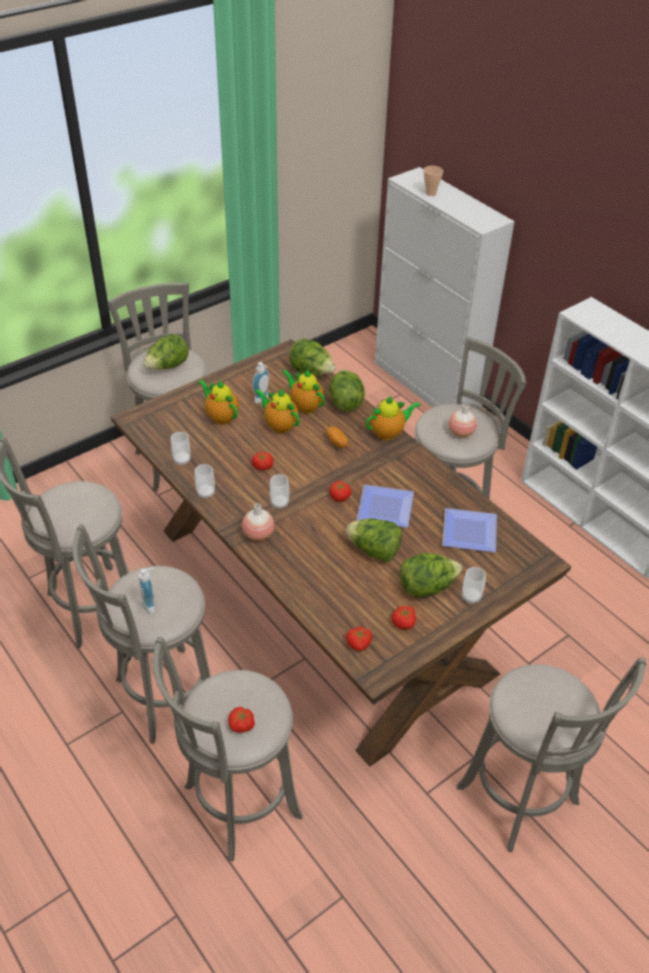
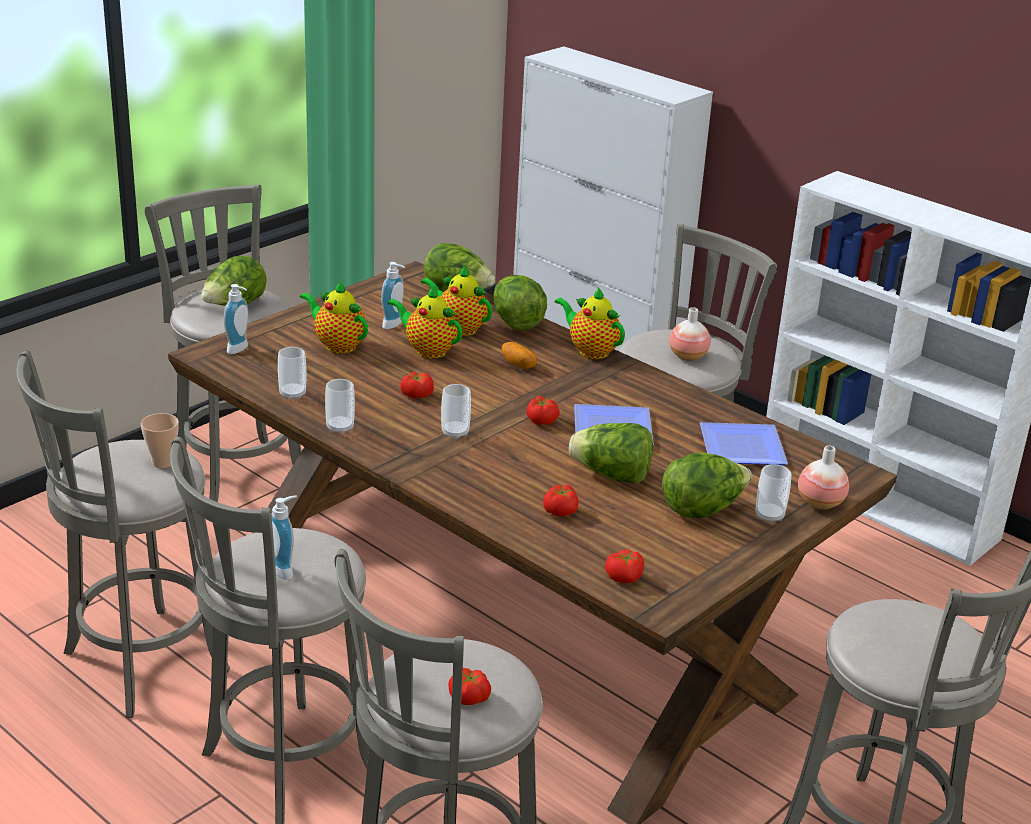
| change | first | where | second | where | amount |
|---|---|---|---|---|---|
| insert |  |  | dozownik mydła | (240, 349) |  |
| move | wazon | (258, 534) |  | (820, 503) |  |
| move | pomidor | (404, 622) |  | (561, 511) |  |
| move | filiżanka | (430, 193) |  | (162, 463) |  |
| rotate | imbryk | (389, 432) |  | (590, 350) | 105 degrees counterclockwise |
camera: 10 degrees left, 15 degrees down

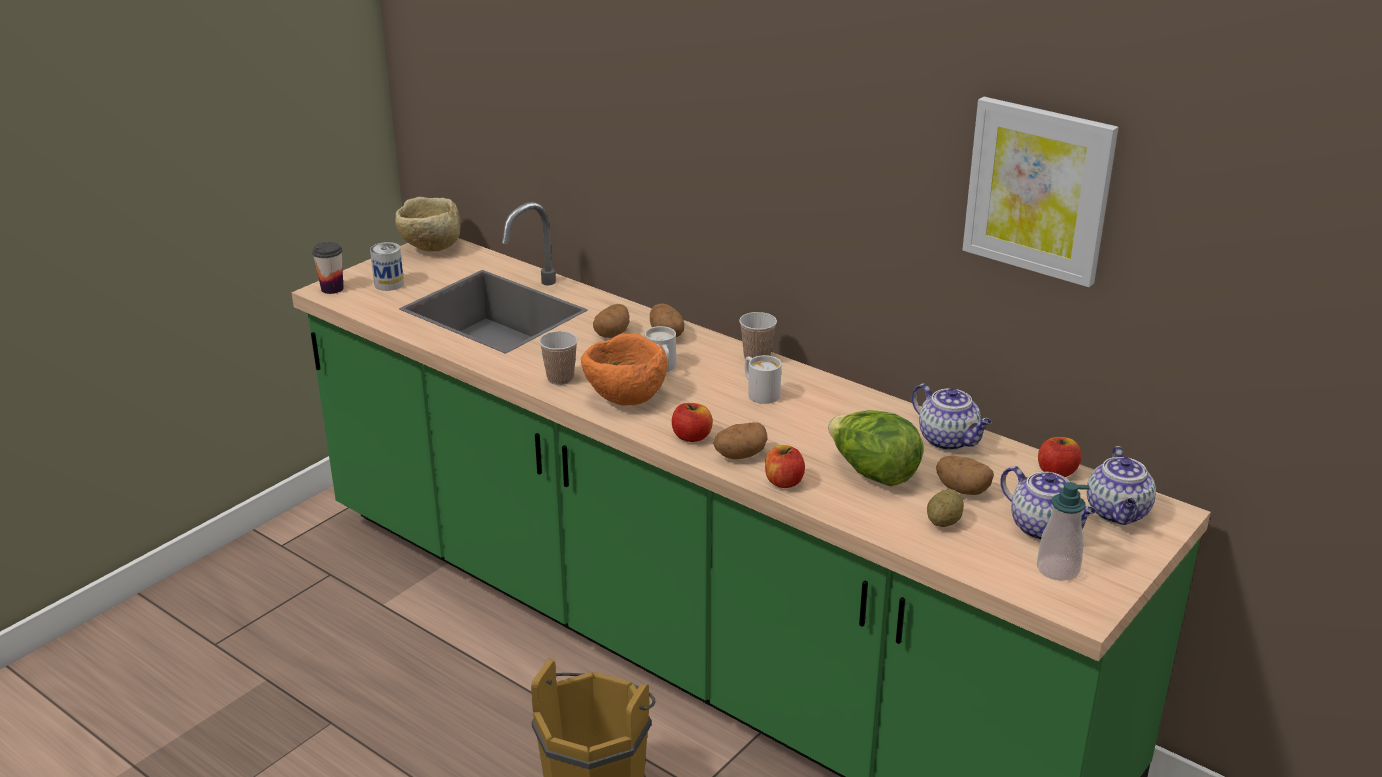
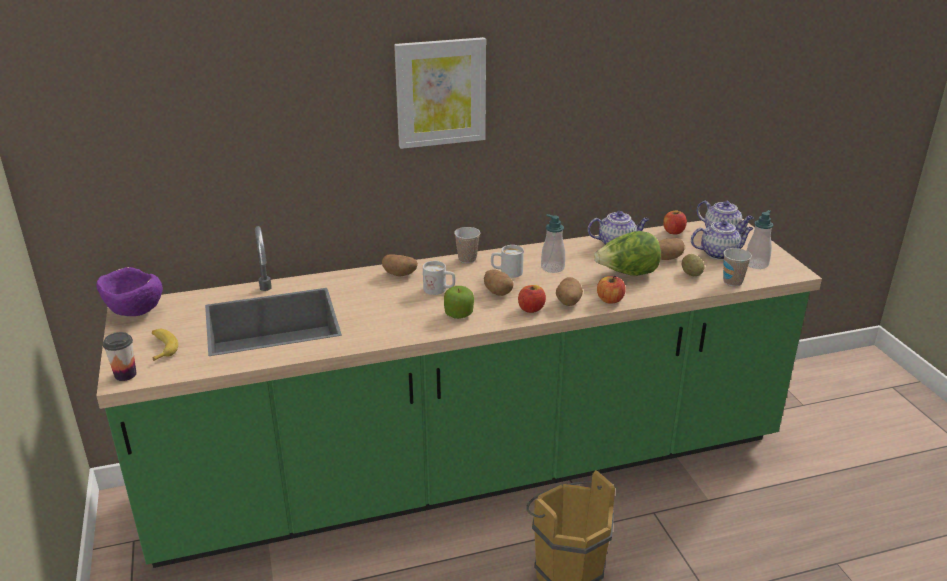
| change | first | where | second | where | amount |
|---|---|---|---|---|---|
| insert |  |  | dozownik mydła | (552, 268) |  |
| move | filiżanka | (560, 378) |  | (732, 282) |  |
| move | ziemniak | (612, 333) |  | (497, 292) |  |
| move | obraz | (1039, 190) |  | (440, 92) |  |
| replace | puszka | (389, 284) | banan | (161, 348) |  |
| replace | miska/pomarańczowy | (625, 398) | jabłko | (459, 314) |  |
| recolor | miska/beżowy | (431, 248) | miska/fioletowy | (134, 313) |  |
camera: 55 degrees left, 0 degrees up

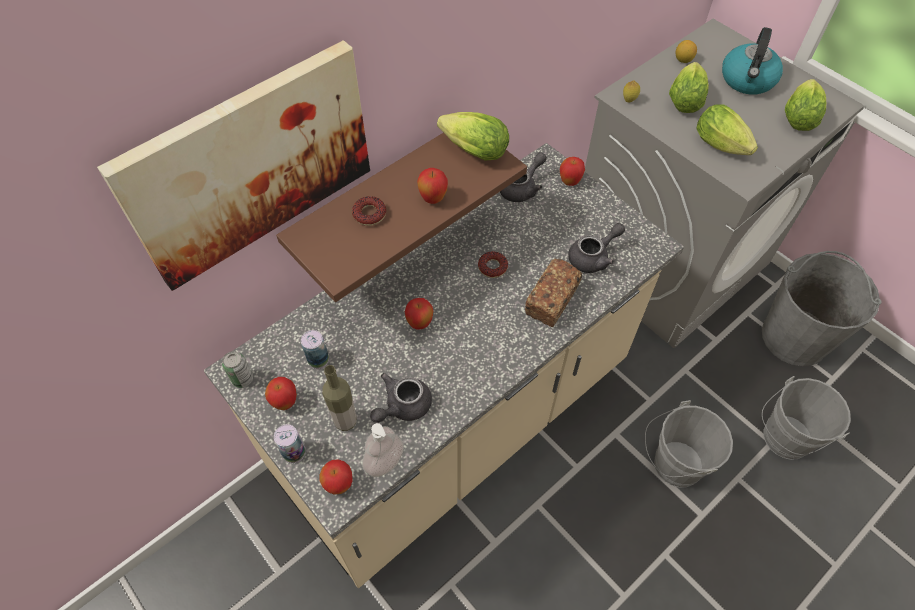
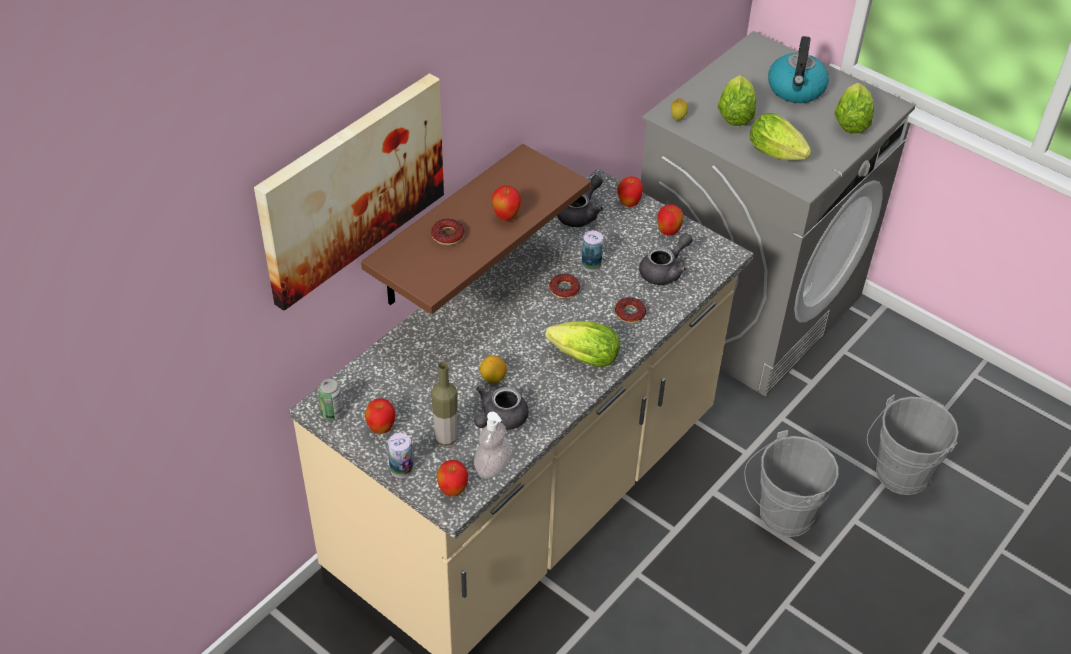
| change | first | where | second | where | amount |
|---|---|---|---|---|---|
| delete | wiadro/szary | (795, 337) |  |  |  |
| move | puszka | (318, 360) |  | (591, 265) |  |
| move | jabłko | (419, 323) |  | (668, 232) |  |
| move | sałata | (471, 150) |  | (580, 357) |  |
| move | cytryna | (683, 60) |  | (493, 378) |  |
| replace | chleb | (552, 300) | donut | (630, 313) |  |
camera: 10 degrees left, 10 degrees down

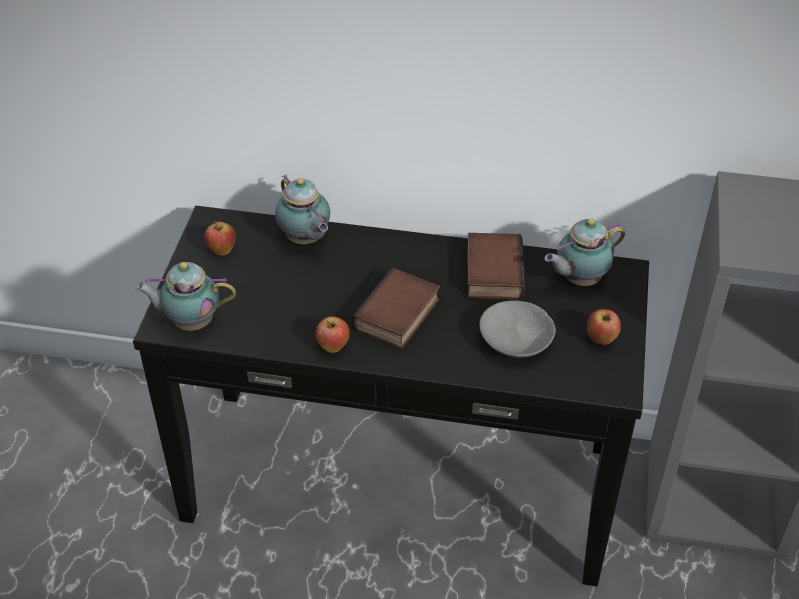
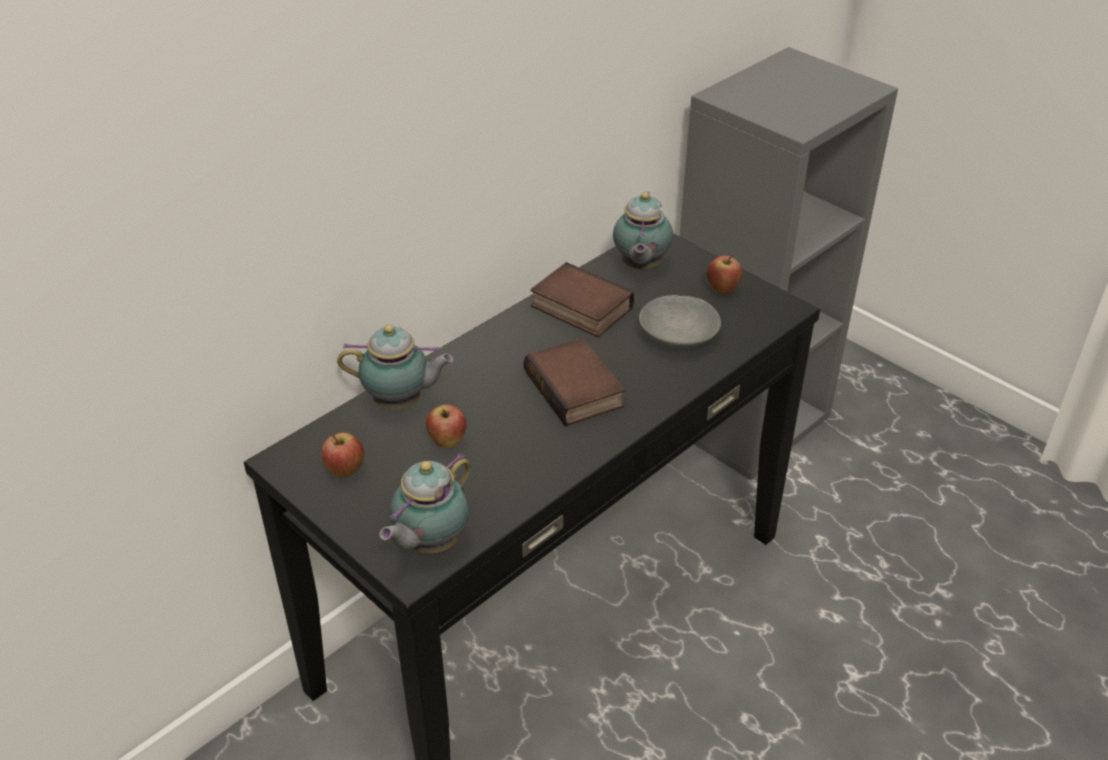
| change | first | where | second | where | amount |
|---|---|---|---|---|---|
| move | jabłko | (333, 347) |  | (447, 442) |  |
camera: 55 degrees left, 5 degrees down

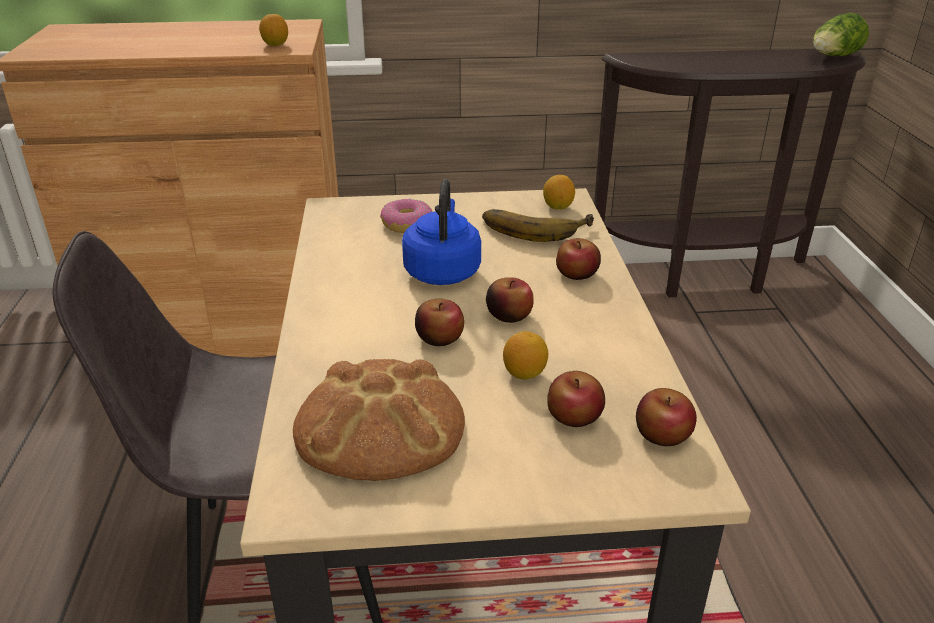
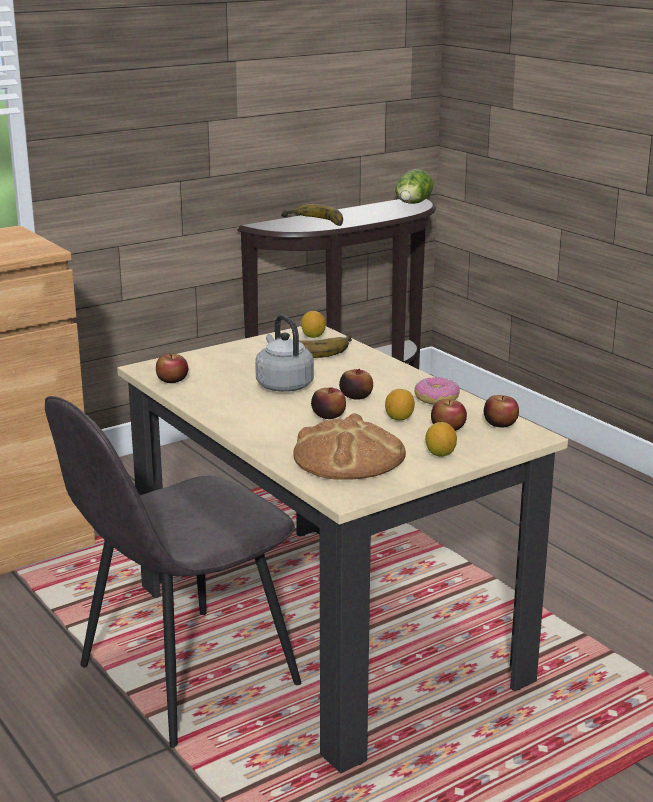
| change | first | where | second | where | amount |
|---|---|---|---|---|---|
| insert |  |  | banan | (314, 222) |  |
| move | cytryna | (275, 45) |  | (440, 454) |  |
| move | donut | (407, 225) |  | (436, 399) |  |
| move | jabłko | (577, 274) |  | (172, 380) |  |
| recolor | czajnik/niebieski | (442, 271) | czajnik/szary | (283, 385) |  |
camera: 30 degrees left, 10 degrees down

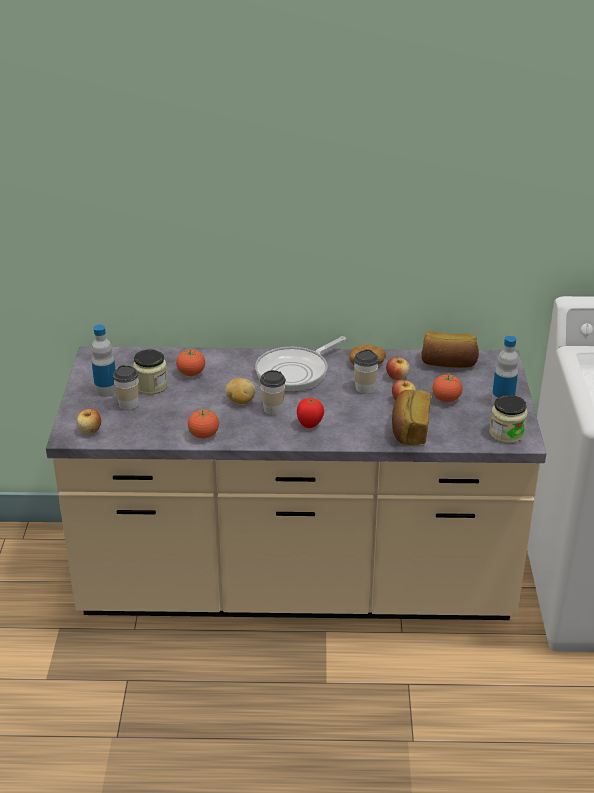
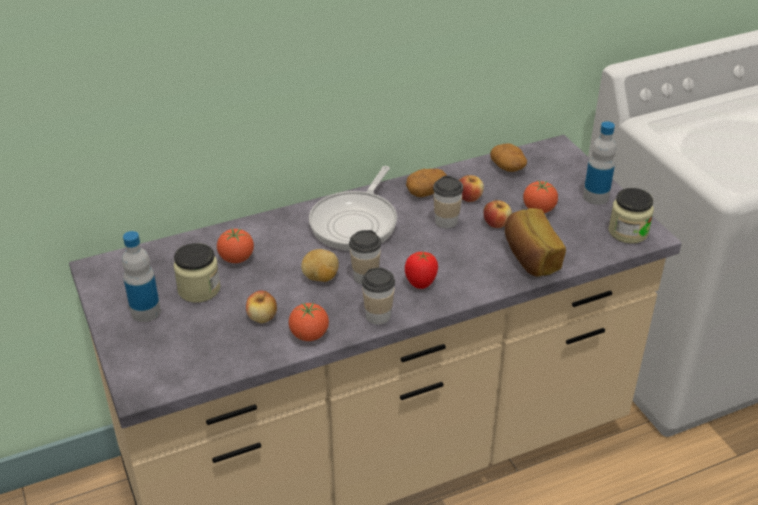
| change | first | where | second | where | amount |
|---|---|---|---|---|---|
| move | jabłko | (90, 430) |  | (262, 317) |  |
| move | filiżanka | (128, 404) |  | (378, 316) |  |
| replace | chleb | (448, 363) | ziemniak | (508, 167) |  |
camera: 25 degrees left, 5 degrees up

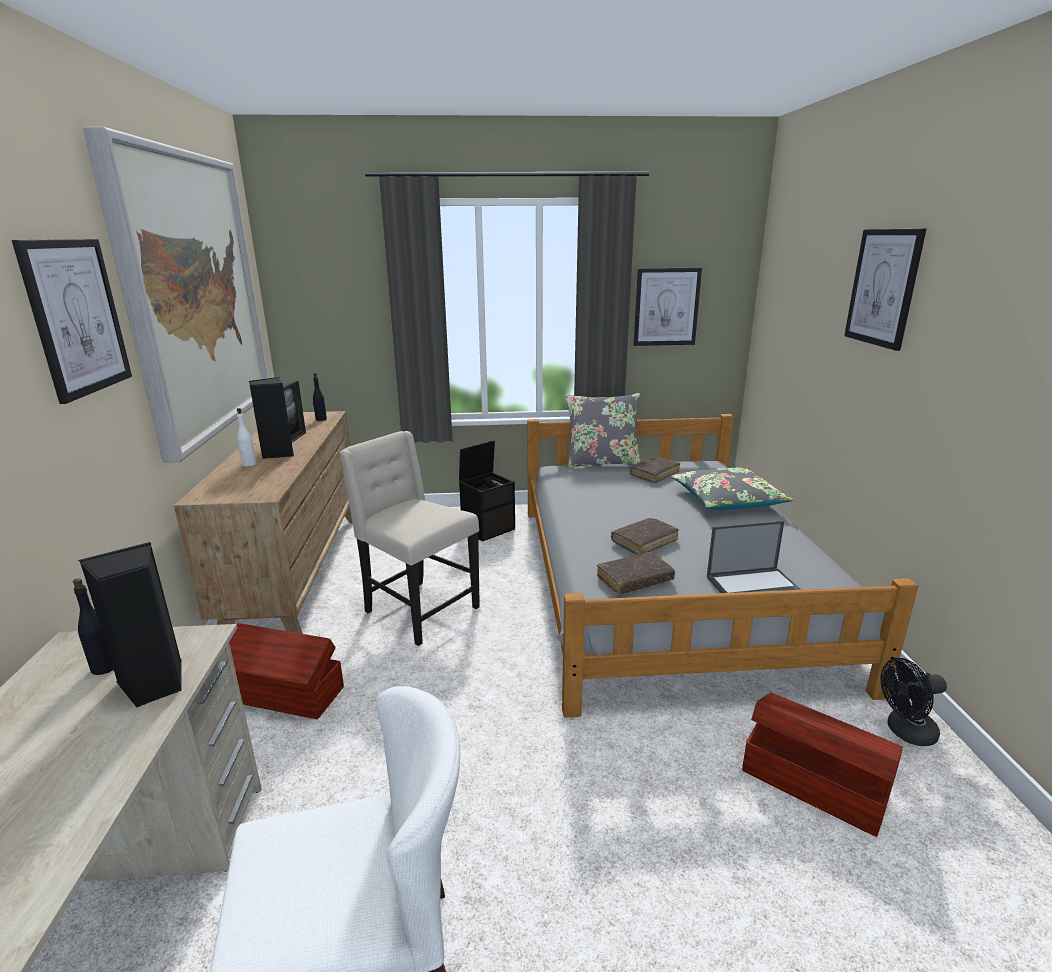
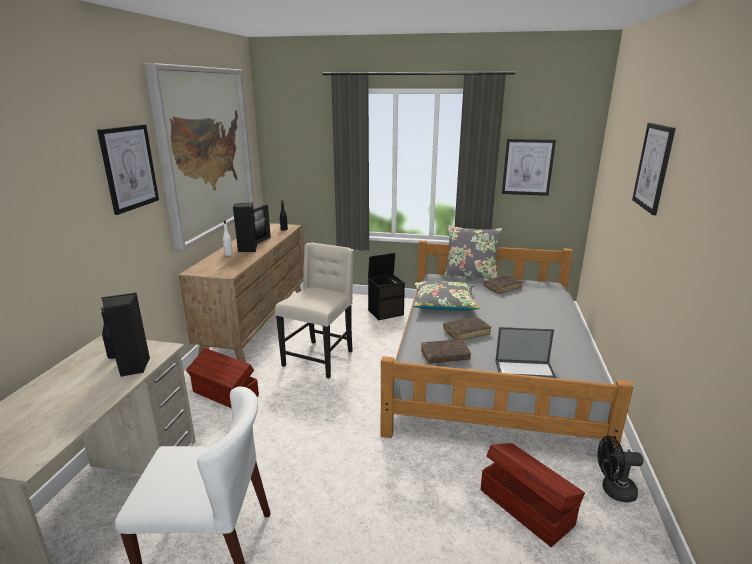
| change | first | where | second | where | amount |
|---|---|---|---|---|---|
| move | poduszka/szary | (727, 500) |  | (444, 304) |  |
| rotate | krzesło/beżowy | (418, 610) |  | (320, 358) | 60 degrees clockwise |
camera: 15 degrees right, 0 degrees up

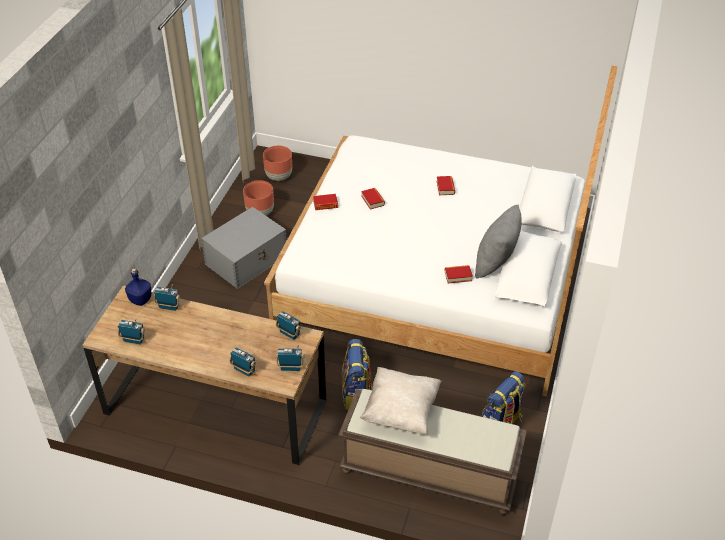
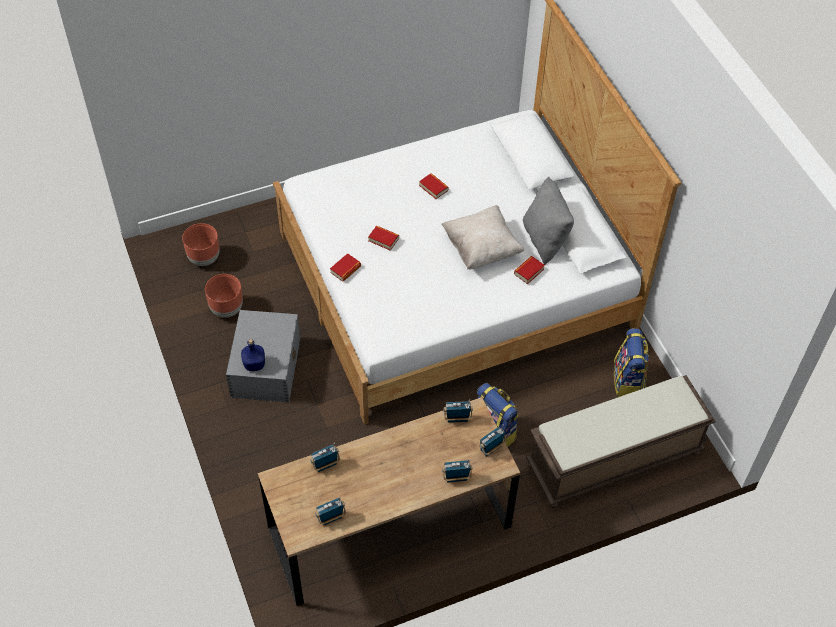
| change | first | where | second | where | amount |
|---|---|---|---|---|---|
| move | butelka/niebieski | (140, 300) |  | (254, 365) |  |
| move | poduszka/beżowy | (401, 411) |  | (481, 248) |  |
camera: 40 degrees left, 10 degrees up

